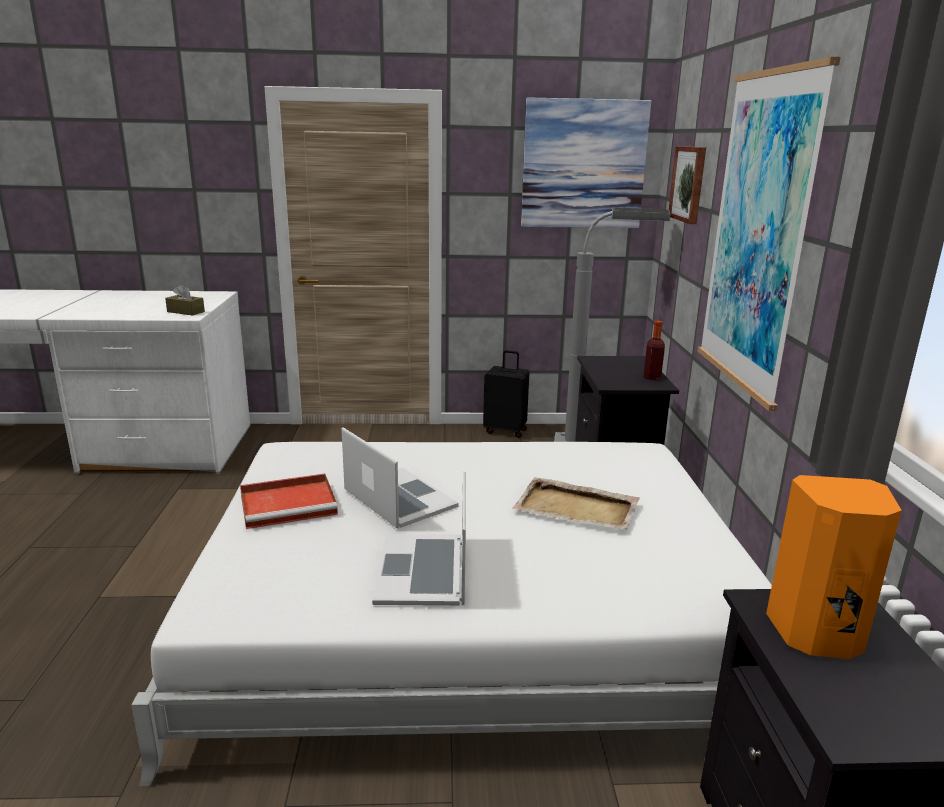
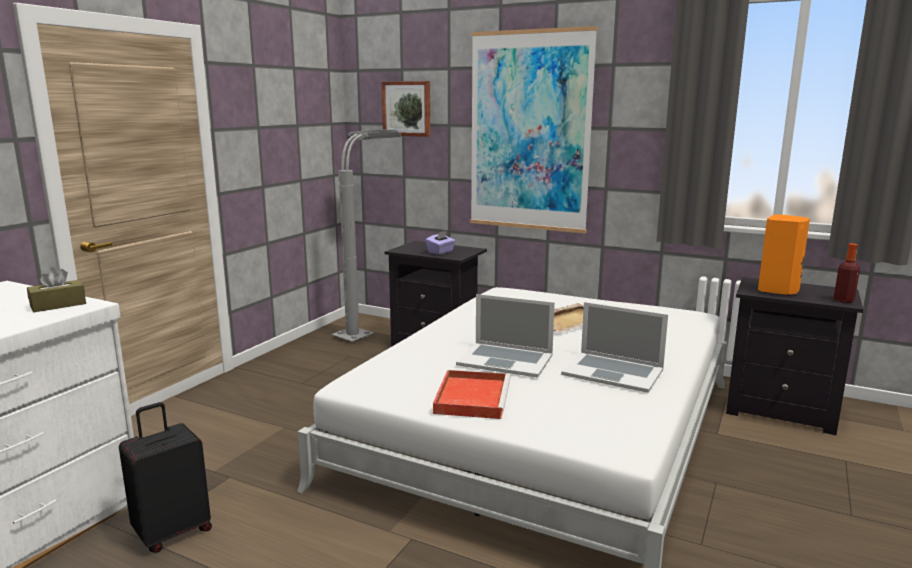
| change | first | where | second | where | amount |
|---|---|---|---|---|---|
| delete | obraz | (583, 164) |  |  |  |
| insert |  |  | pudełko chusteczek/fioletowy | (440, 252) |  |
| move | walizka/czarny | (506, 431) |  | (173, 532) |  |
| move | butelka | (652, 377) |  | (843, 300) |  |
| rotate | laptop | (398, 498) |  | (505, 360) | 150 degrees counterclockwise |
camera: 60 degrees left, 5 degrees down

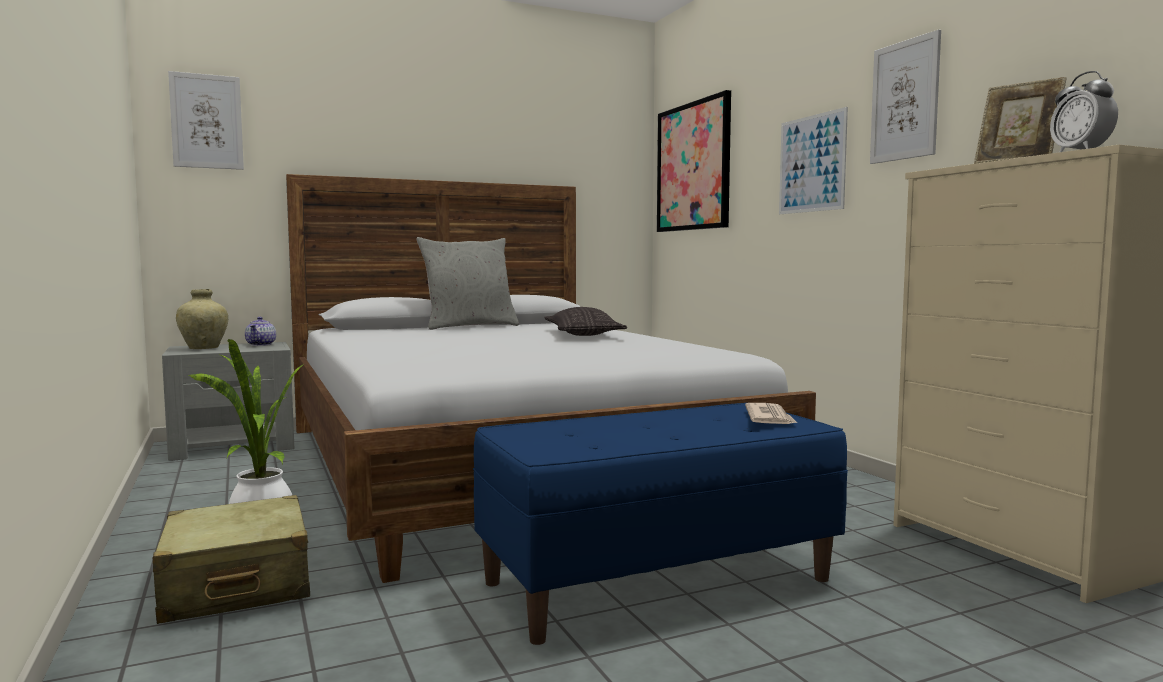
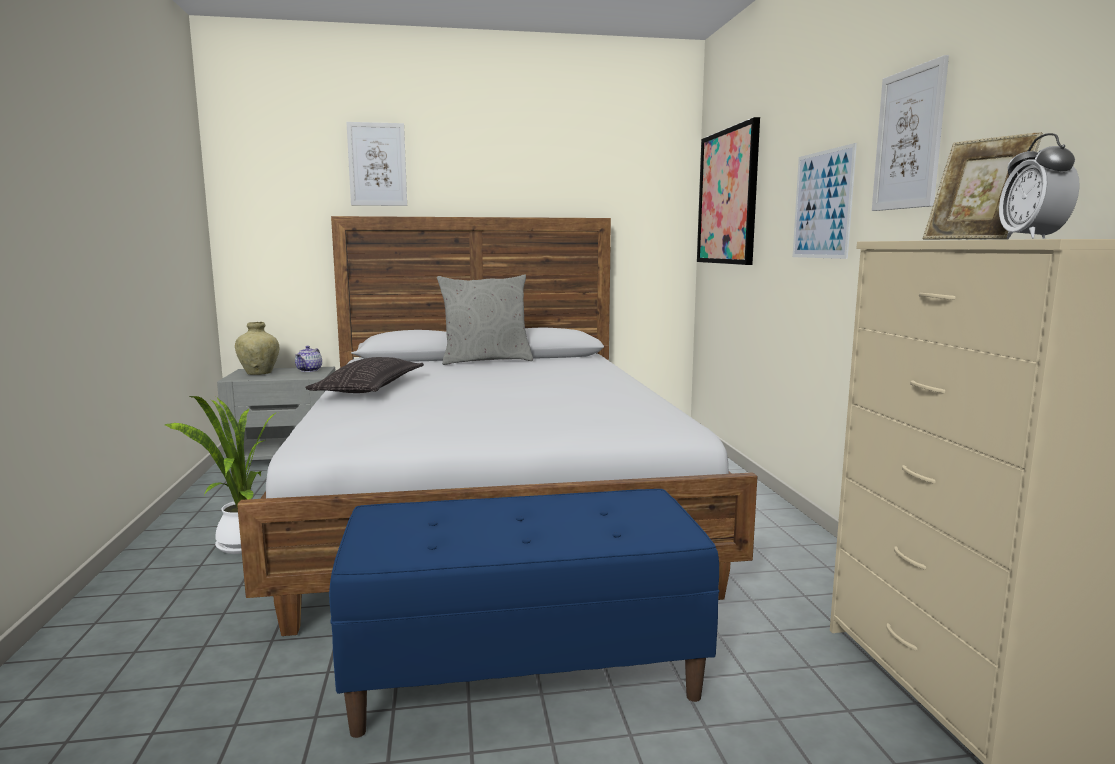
| change | first | where | second | where | amount |
|---|---|---|---|---|---|
| delete | walizka/beżowy | (236, 584) |  |  |  |
| delete | gazeta | (769, 418) |  |  |  |
| move | obraz | (206, 121) |  | (377, 164) |  |
| move | poduszka | (582, 334) |  | (370, 387) |  |
camera: 15 degrees right, 5 degrees up

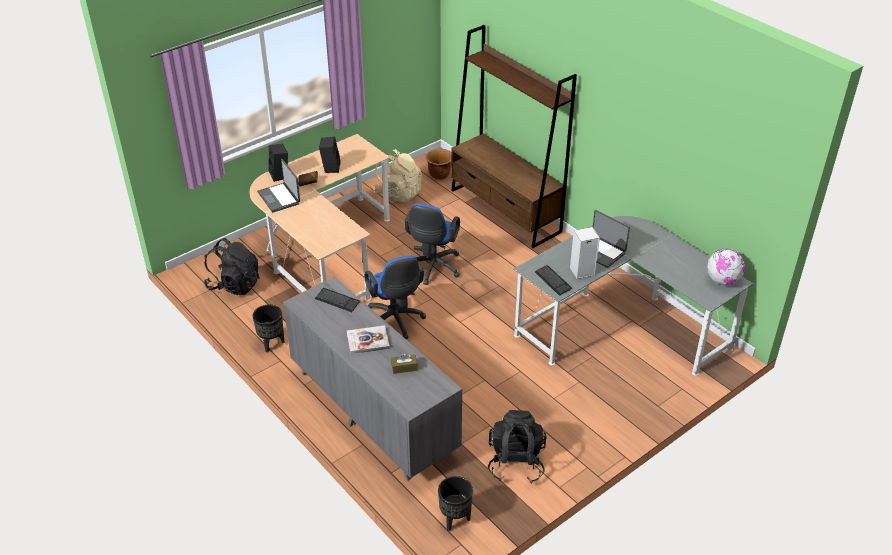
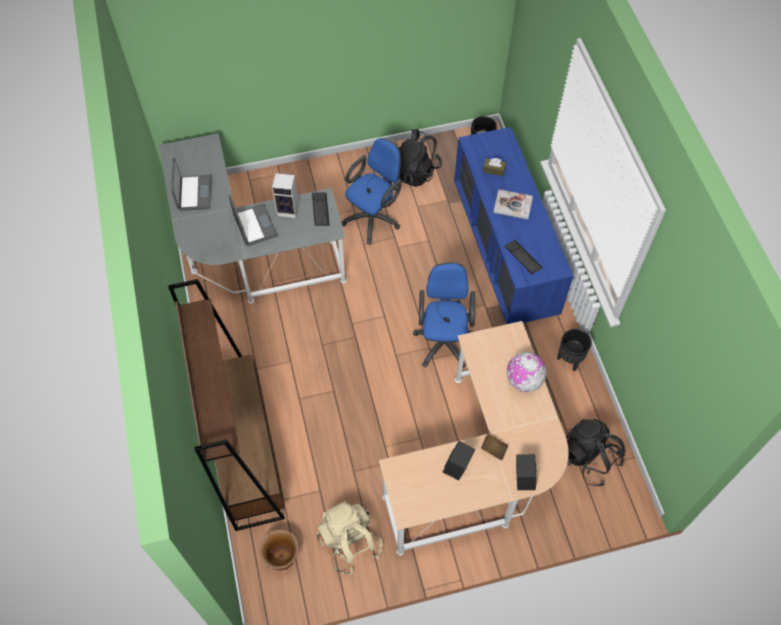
| change | first | where | second | where | amount |
|---|---|---|---|---|---|
| move | laptop | (279, 198) |  | (193, 193) |  |
| move | krzesło biurowe/niebieski | (432, 268) |  | (374, 217) |  |
| move | globus | (723, 280) |  | (523, 380) |  |
| recolor | komoda/szary | (372, 411) | komoda/niebieski | (503, 253) |  |
camera: 155 degrees left, 20 degrees up

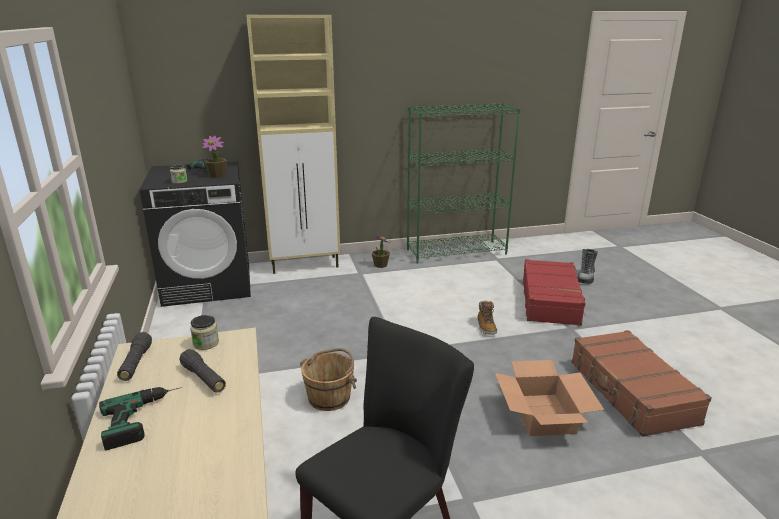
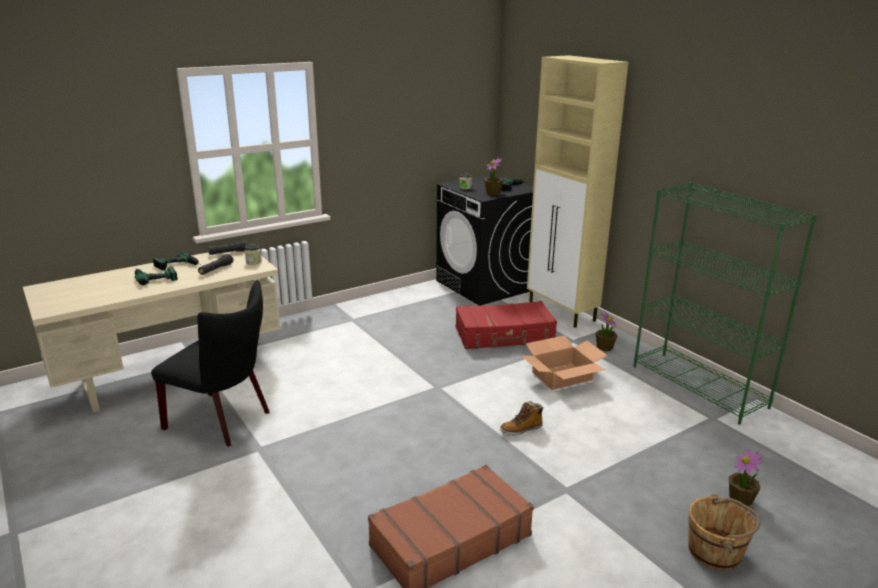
| change | first | where | second | where | amount |
|---|---|---|---|---|---|
| insert |  |  | wiertarka | (154, 276) |  |
| move | wiadro/brązowy | (330, 397) |  | (715, 552) |  |
| move | karton | (543, 414) |  | (562, 376) |  |
| move | walizka/czerwony | (550, 301) |  | (504, 335) |  |
| replace | but z cholewką | (585, 277) | roślina doniczkowa | (740, 499) |  |
camera: 70 degrees right, 0 degrees up

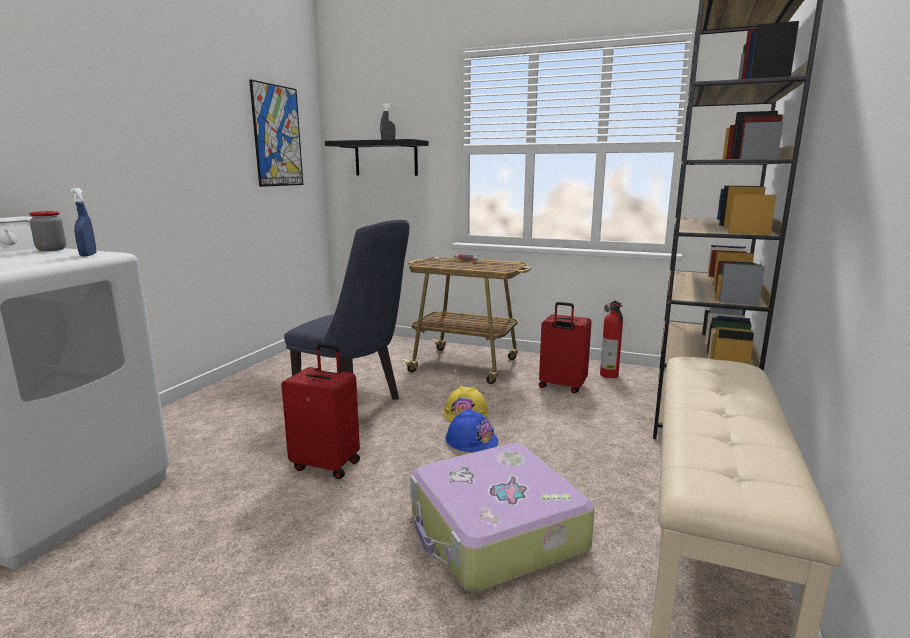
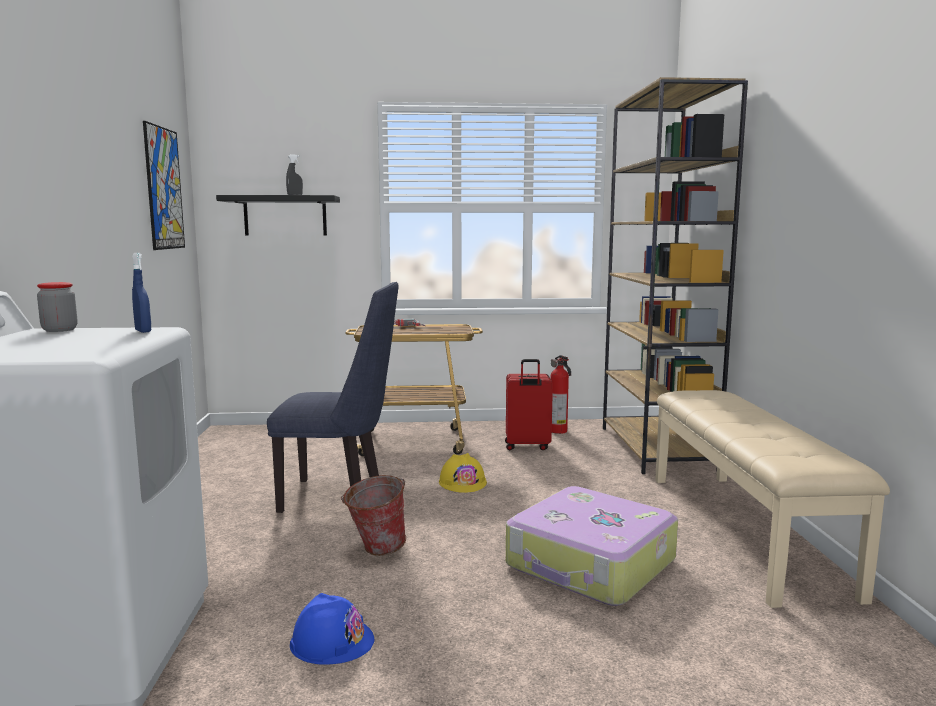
| change | first | where | second | where | amount |
|---|---|---|---|---|---|
| move | kask/niebieski | (471, 440) |  | (332, 641) |  |
| replace | walizka/czerwony | (327, 464) | wiadro | (375, 550) |  |
camera: 25 degrees left, 5 degrees down

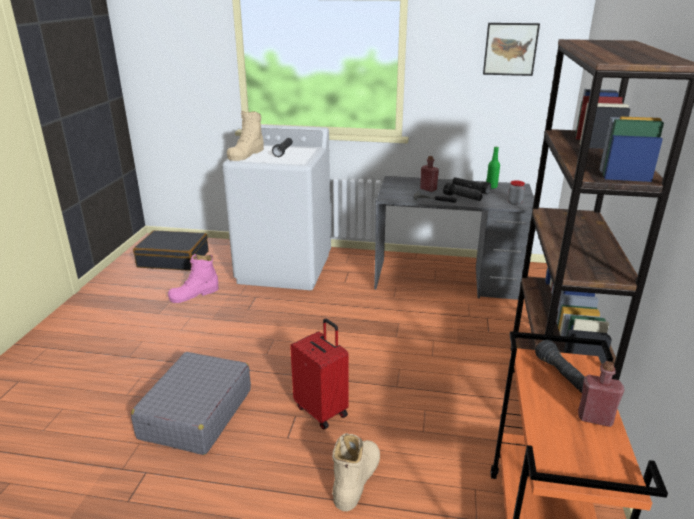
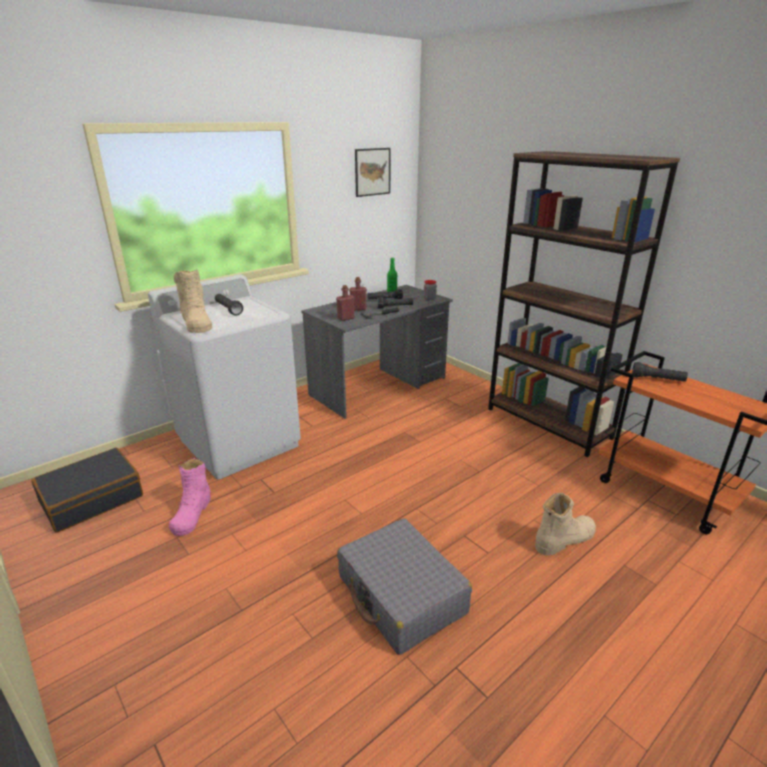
| change | first | where | second | where | amount |
|---|---|---|---|---|---|
| delete | walizka/czerwony | (322, 410) |  |  |  |
| move | butelka/czerwony | (595, 418) |  | (346, 318) |  |
| rotate | but z cholewką/beżowy | (356, 479) |  | (564, 539) | 90 degrees clockwise |
camera: 50 degrees left, 0 degrees up

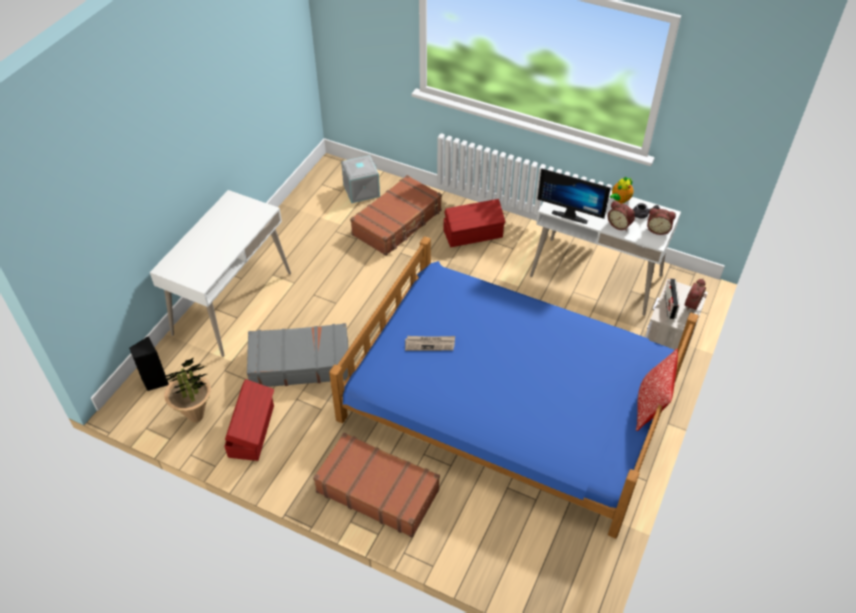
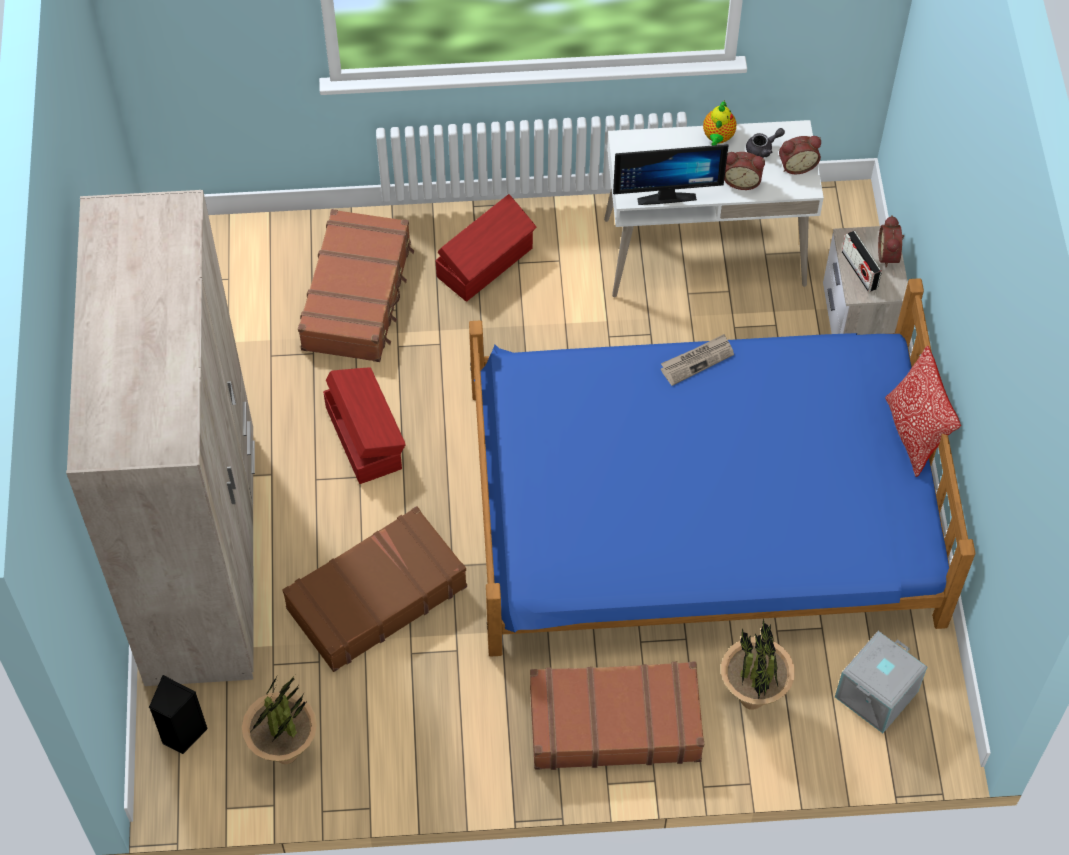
| change | first | where | second | where | amount |
|---|---|---|---|---|---|
| insert |  |  | roślina doniczkowa | (752, 699) |  |
| move | pojemnik do przechowywania/czerwony | (252, 430) |  | (364, 436) |  |
| move | pojemnik do przechowywania/szary | (361, 191) |  | (877, 695) |  |
| move | gazeta | (430, 344) |  | (697, 360) |  |
| replace | biurko/biały | (232, 303) | szafa/beżowy | (202, 554) |  |
| recolor | walizka/szary | (300, 363) | walizka/brązowy | (375, 597) |  |
camera: 30 degrees left, 10 degrees up

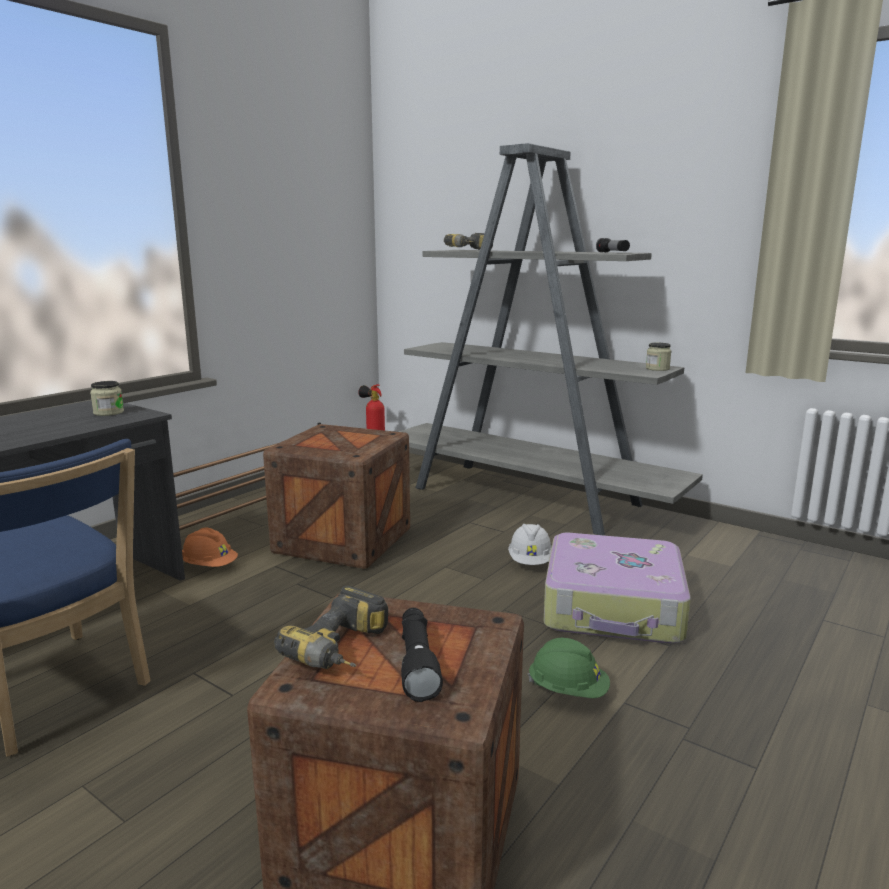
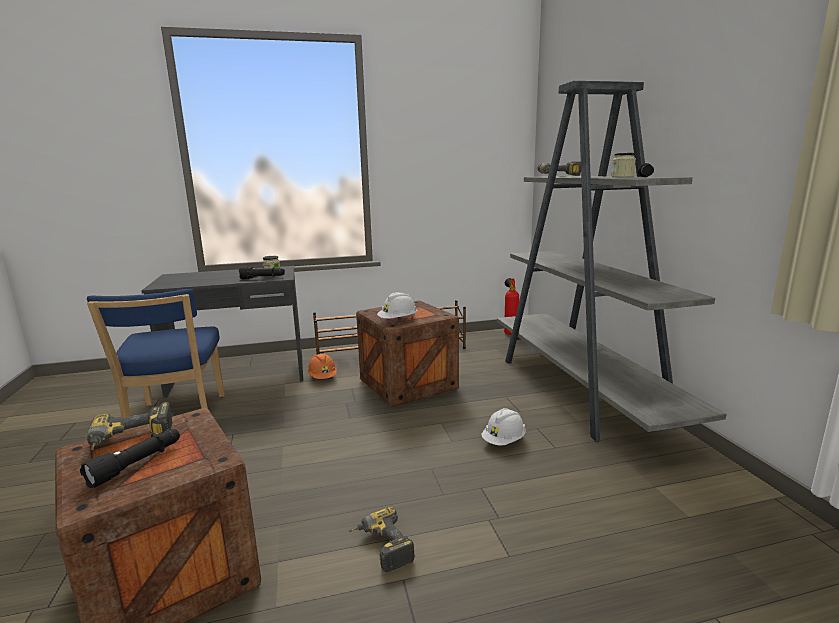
| change | first | where | second | where | amount |
|---|---|---|---|---|---|
| delete | walizka | (614, 607) |  |  |  |
| insert |  |  | latarka/czarny | (263, 278) |  |
| insert |  |  | kask/biały | (398, 320) |  |
| move | słoik | (657, 368) |  | (622, 177) |  |
| replace | kask/zielony | (568, 691) | wiertarka | (380, 548) |  |
camera: 40 degrees right, 0 degrees up

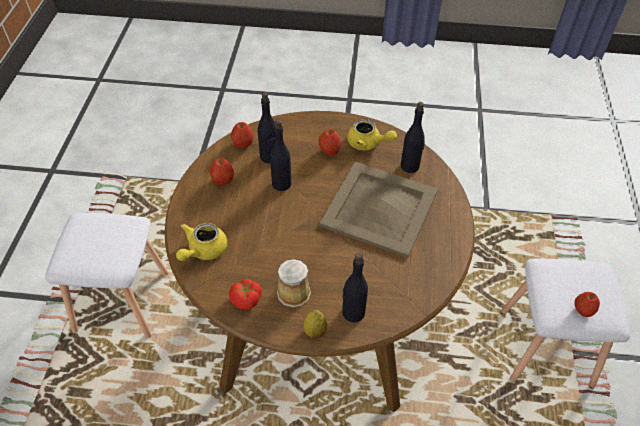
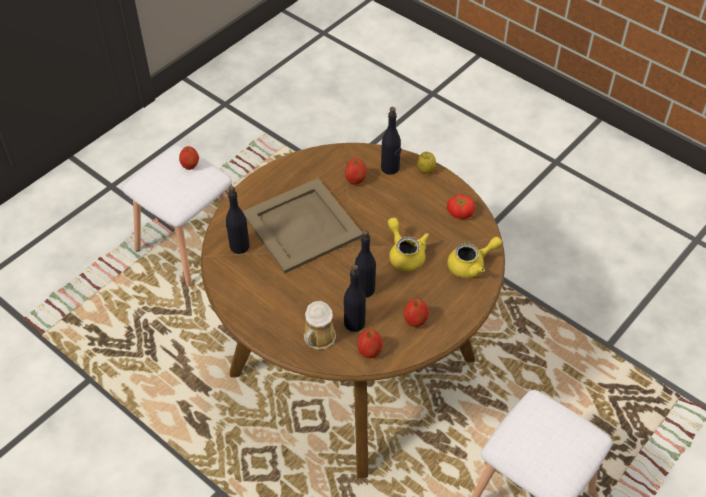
| change | first | where | second | where | amount |
|---|---|---|---|---|---|
| move | kubek | (293, 291) |  | (318, 338) |  |
| move | jabłko | (329, 151) |  | (355, 180) |  |
| move | imbryk/żółty | (368, 144) |  | (405, 254) |  |
camera: 145 degrees left, 0 degrees up

